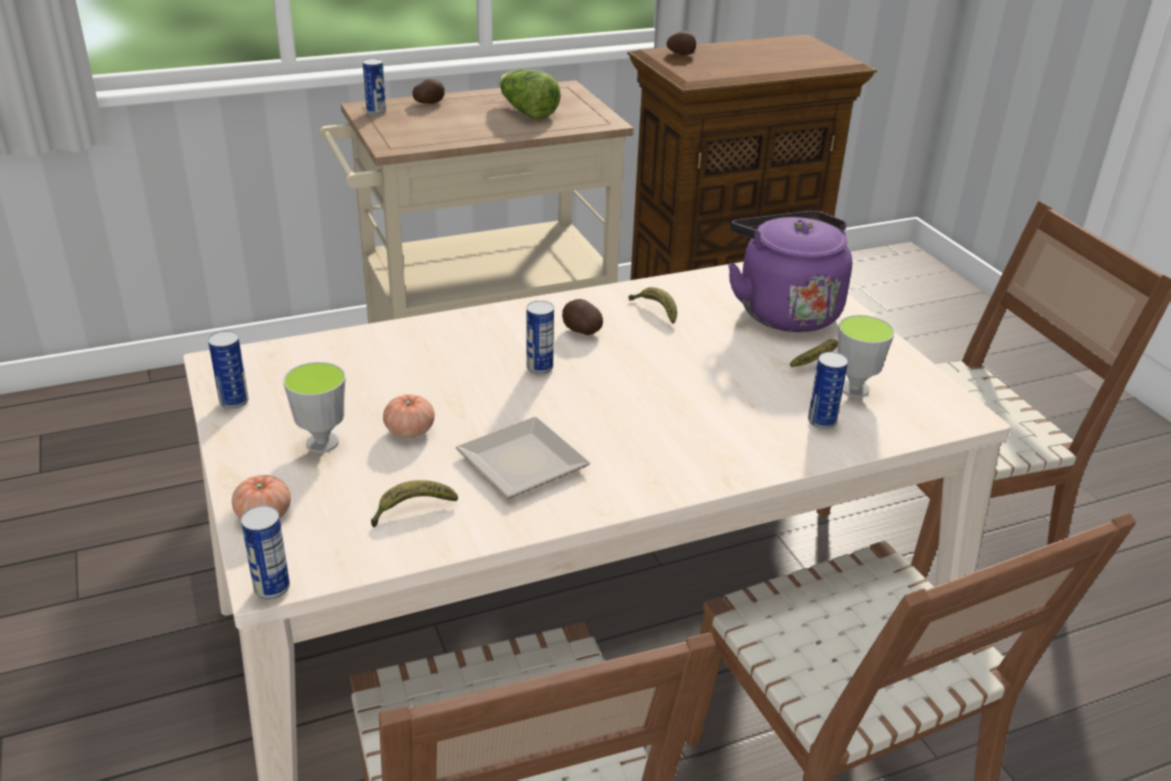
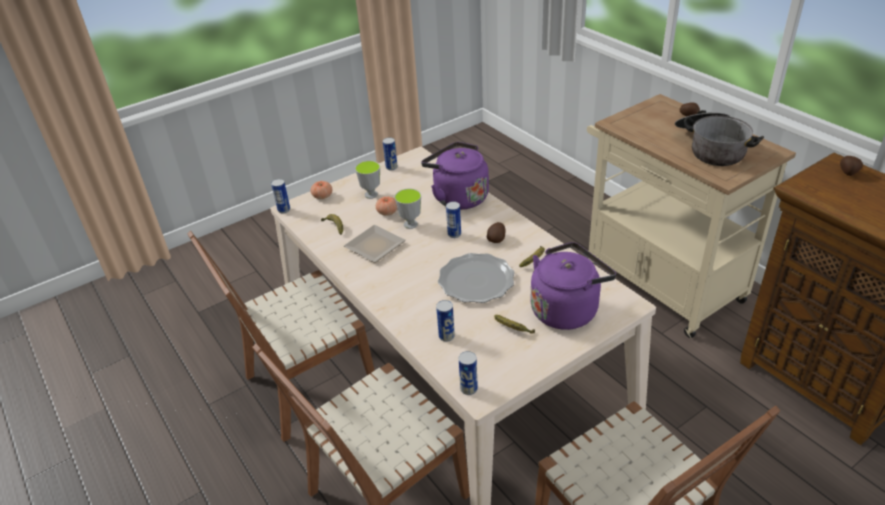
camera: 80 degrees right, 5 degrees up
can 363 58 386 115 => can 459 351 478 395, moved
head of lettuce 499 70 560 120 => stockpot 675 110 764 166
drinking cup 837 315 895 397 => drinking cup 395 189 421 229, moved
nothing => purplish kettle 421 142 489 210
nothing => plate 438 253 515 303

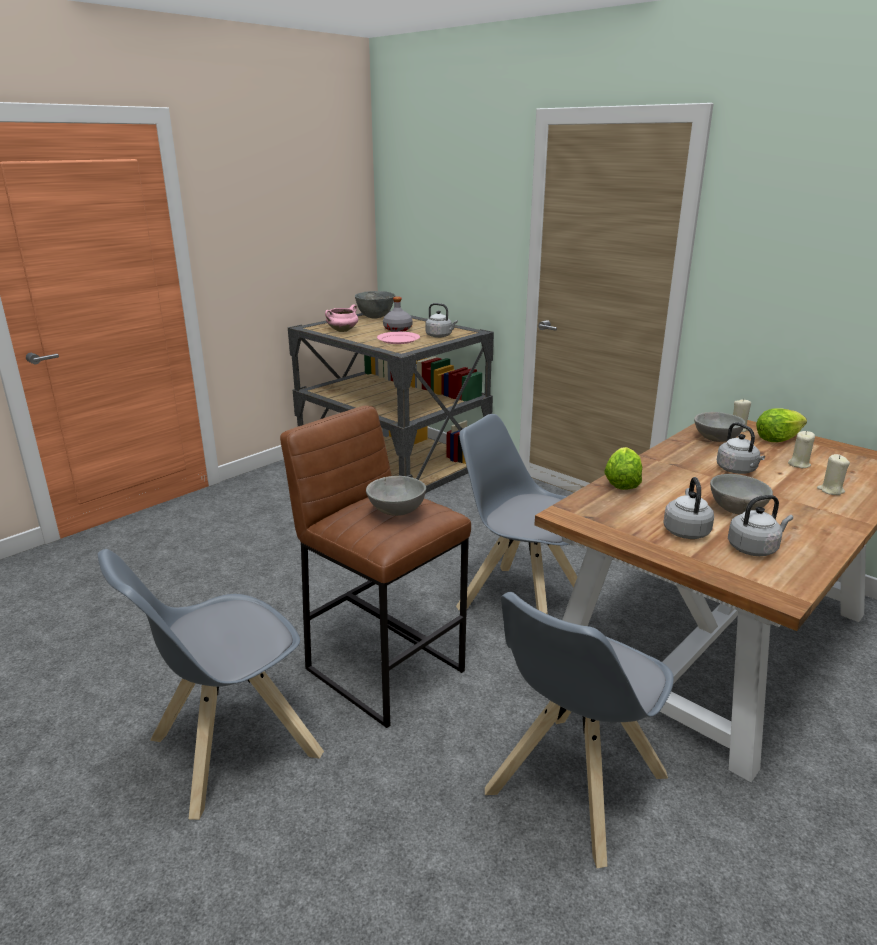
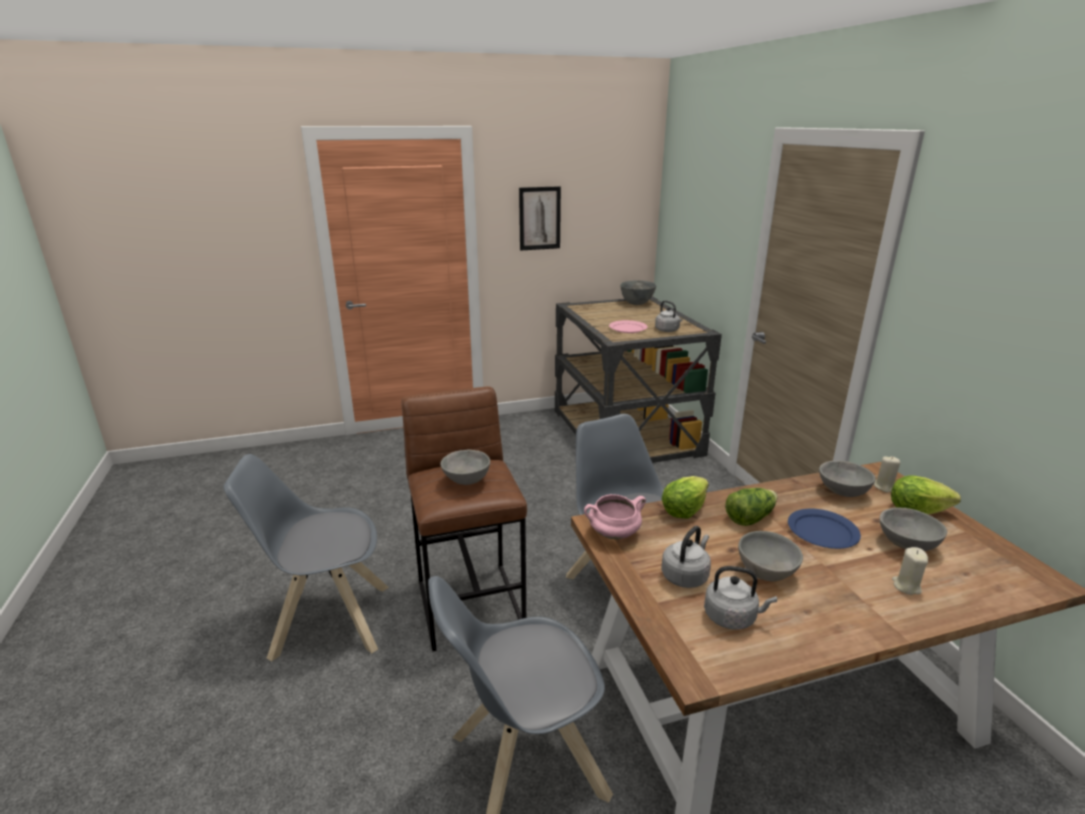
camera: 30 degrees right, 0 degrees up
pink stockpot 325 304 358 332 => pink stockpot 584 494 646 540, moved
grey bottle 383 297 413 332 => nothing
grey kettle 717 422 765 474 => blue plate 788 509 861 549
beige wax candle 788 431 815 468 => grey bowl 879 508 947 551
nothing => wall art 519 186 561 251
nothing => head of lettuce 725 488 777 526

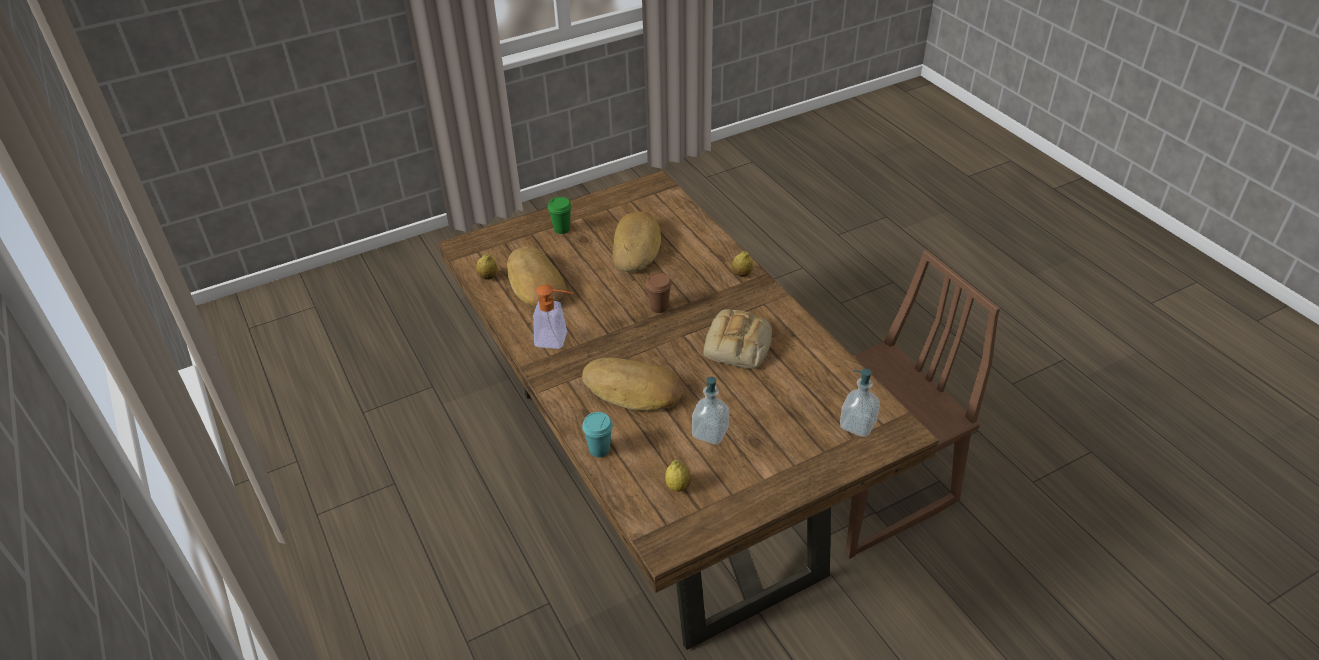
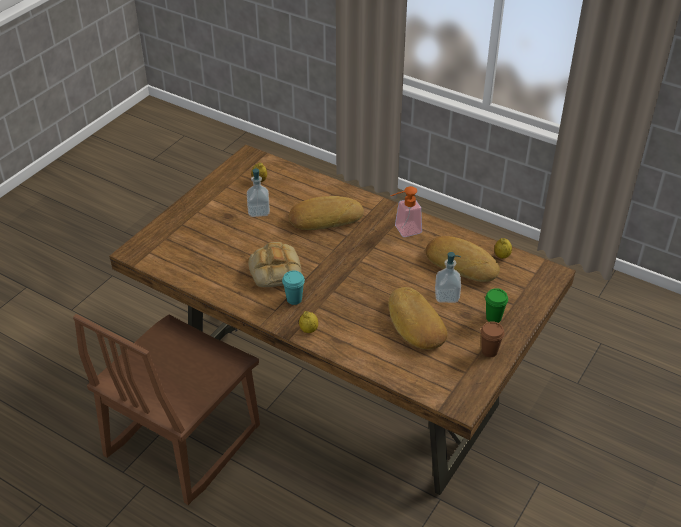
camera: 150 degrees right, 0 degrees up
turquoise drinking cup 582 412 613 457 => turquoise drinking cup 282 271 305 305, moved
brown drinking cup 645 273 672 313 => brown drinking cup 481 321 505 357, moved
liquid soap bottle 840 369 880 437 => liquid soap bottle 435 252 461 303, moved

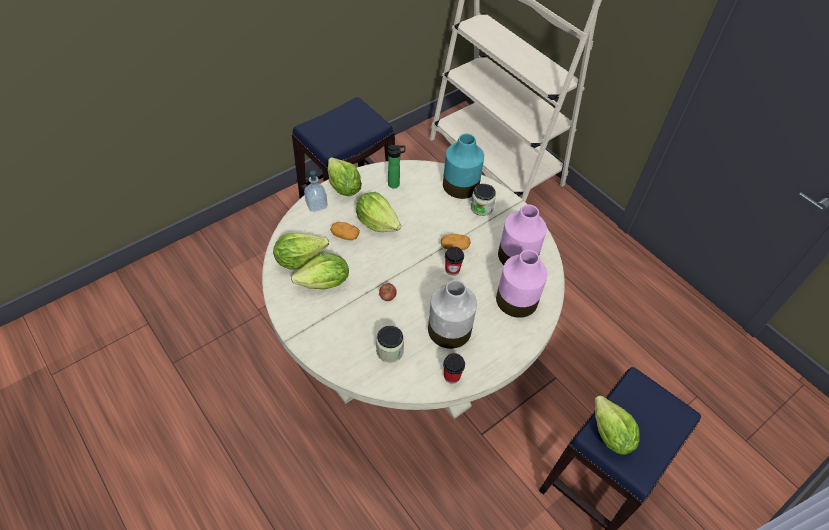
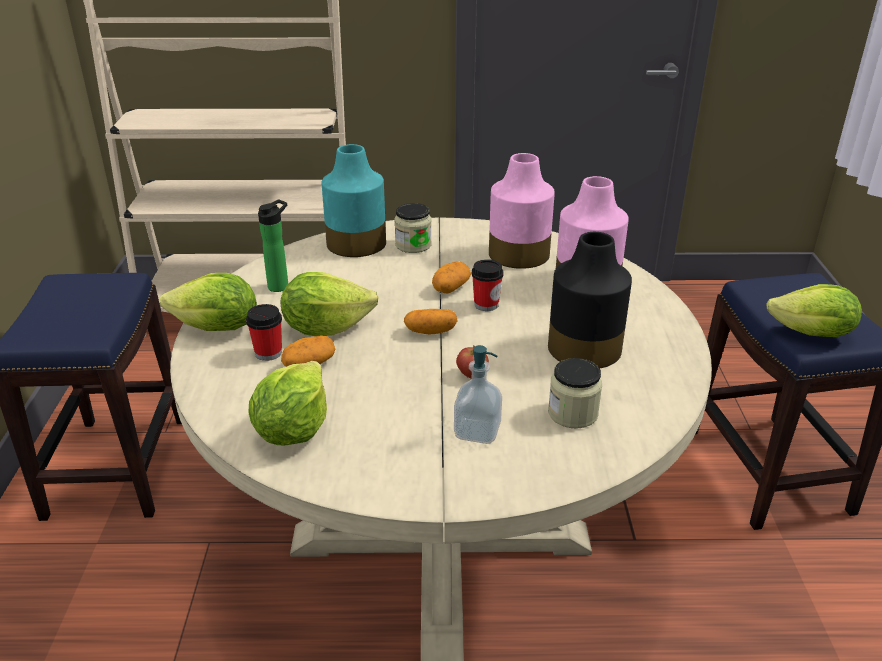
camera: 50 degrees left, 20 degrees down
head of lettuce 291 253 349 289 => nothing
liquid soap bottle 304 171 327 212 => liquid soap bottle 454 345 502 444, moved
beige vase 428 280 477 349 => black-coloured vase 548 232 632 369
drinking cup 443 353 465 384 => drinking cup 246 304 282 361, moved
nothing => whole potato 404 309 457 335

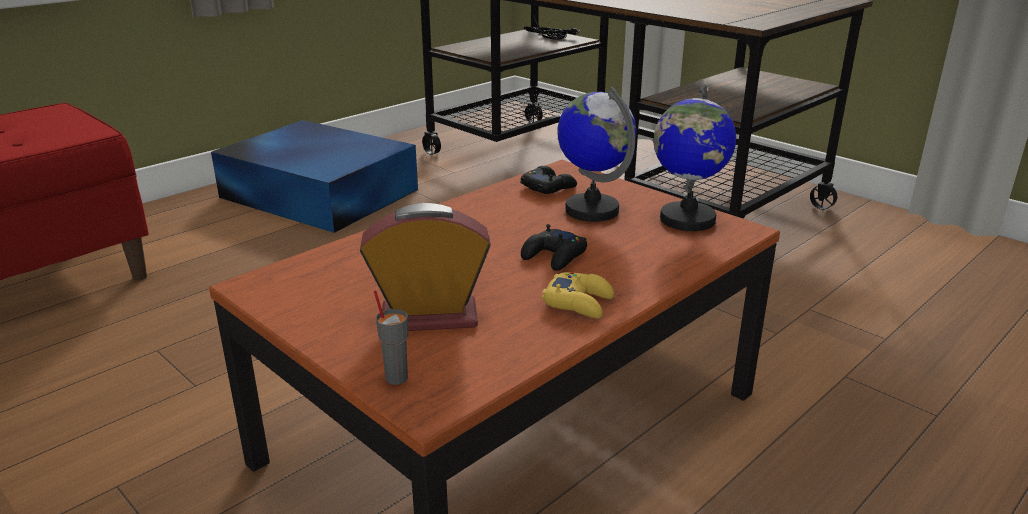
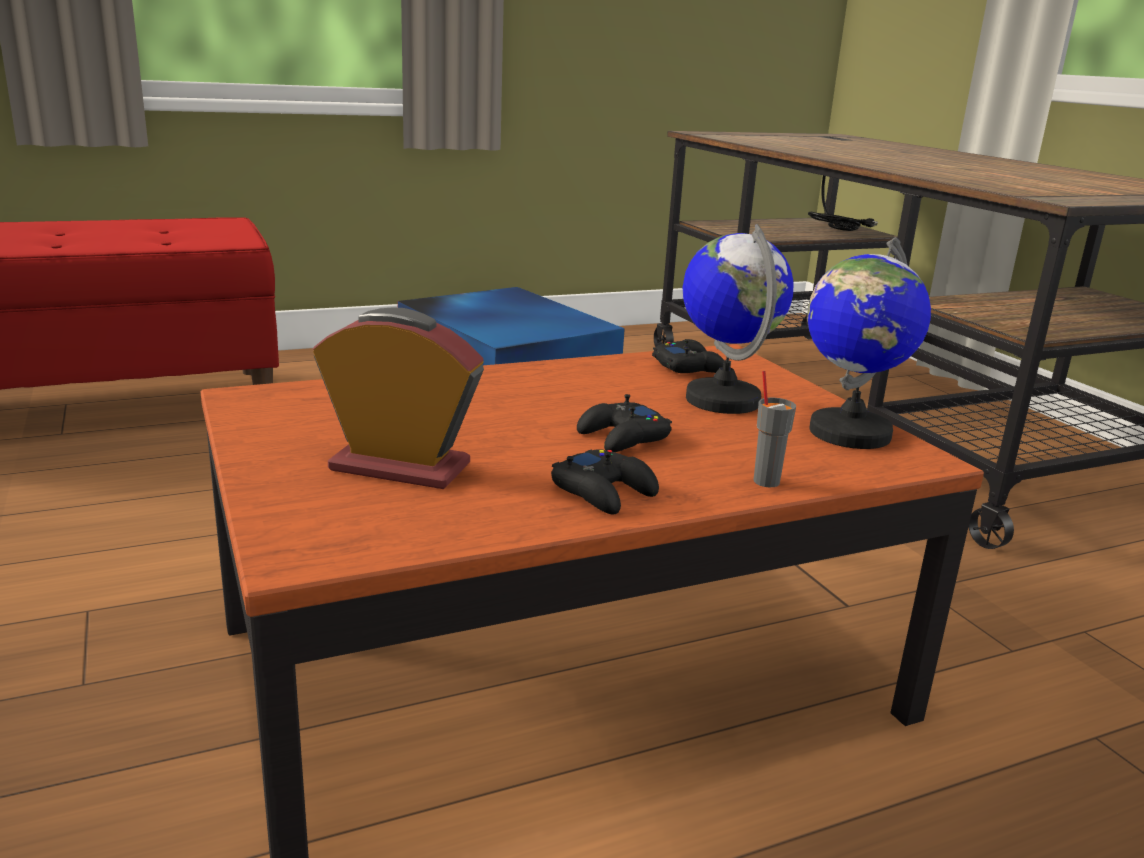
camera: 20 degrees right, 5 degrees down
grey drinking cup 374 290 408 385 => grey drinking cup 754 371 796 487, moved
yellowish joypad 542 272 614 319 => black-coloured joypad 551 449 659 515

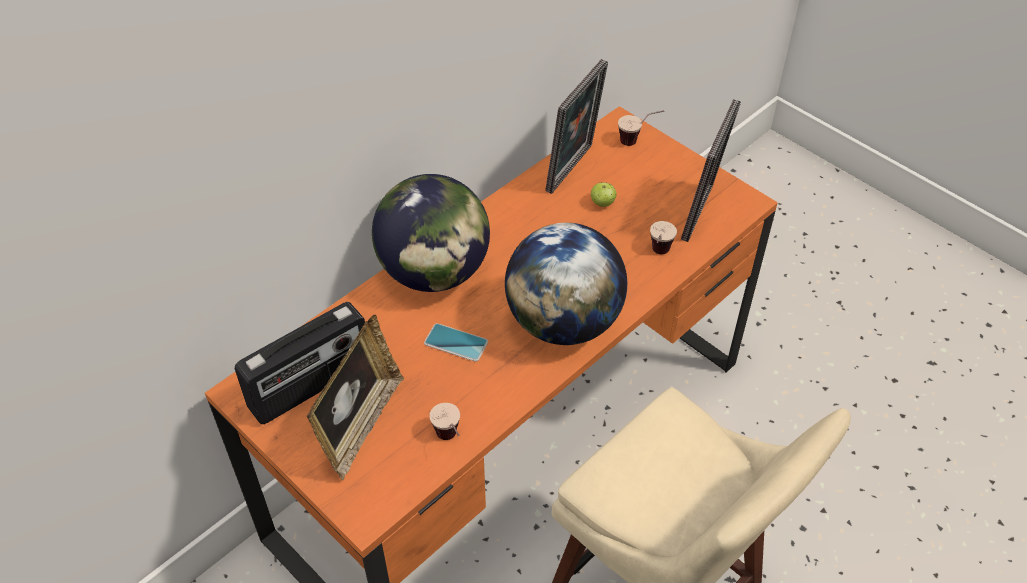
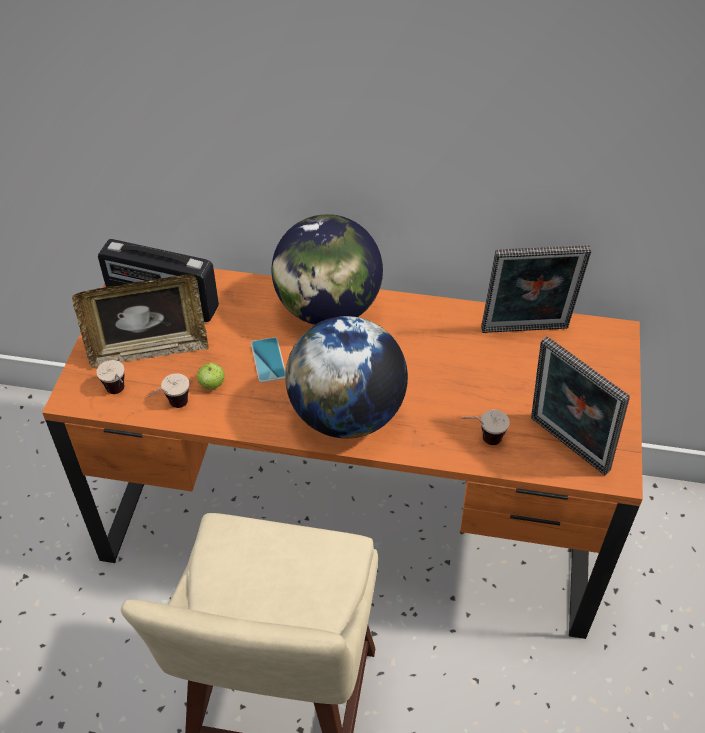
camera: 55 degrees right, 0 degrees up
whole apple 591 182 617 207 => whole apple 197 363 225 389, moved
drinking cup 618 110 664 146 => drinking cup 96 360 124 394, moved
photo frame 681 99 741 242 => photo frame 531 337 630 475, 60 degrees clockwise

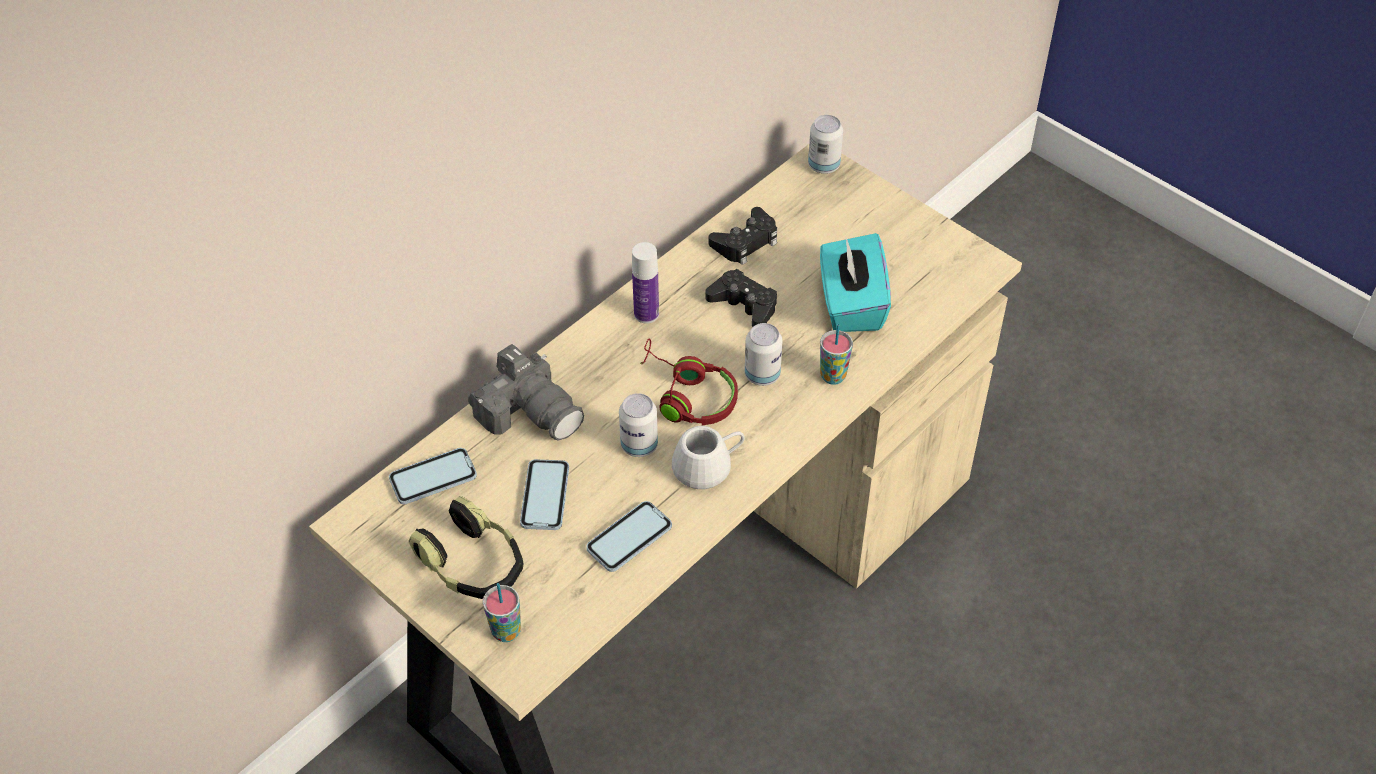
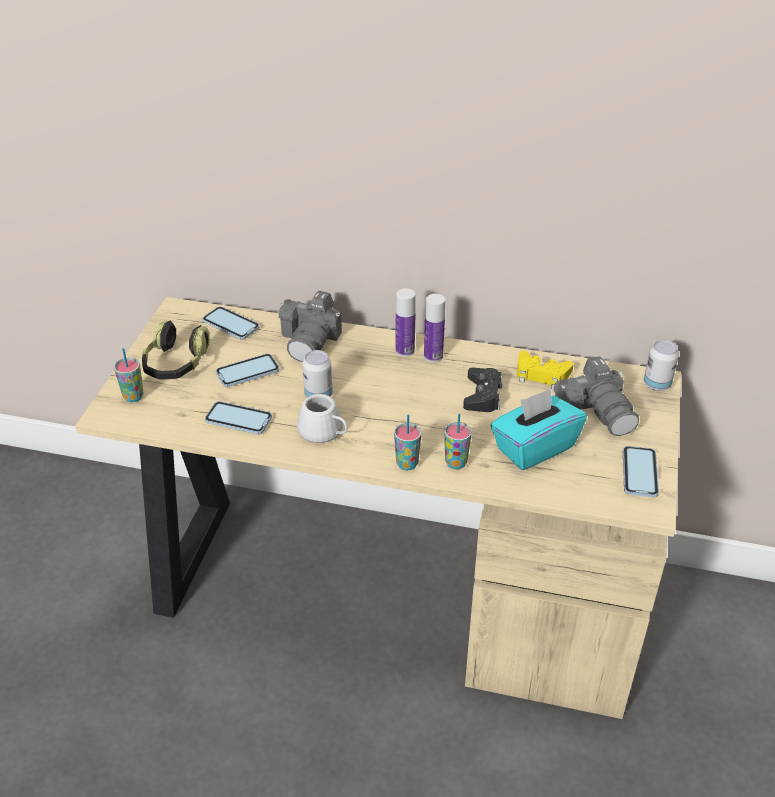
camera: 60 degrees right, 10 degrees down
reddish headphones 640 338 738 425 => nothing
black-coloured joypad 709 207 777 265 => yellowish joypad 517 351 573 389
can 745 323 783 386 => nothing
nothing => drinking cup 394 414 422 470
nothing => bottle 395 288 416 357
nothing => still camera 554 356 639 436
nothing => phone 623 446 659 497

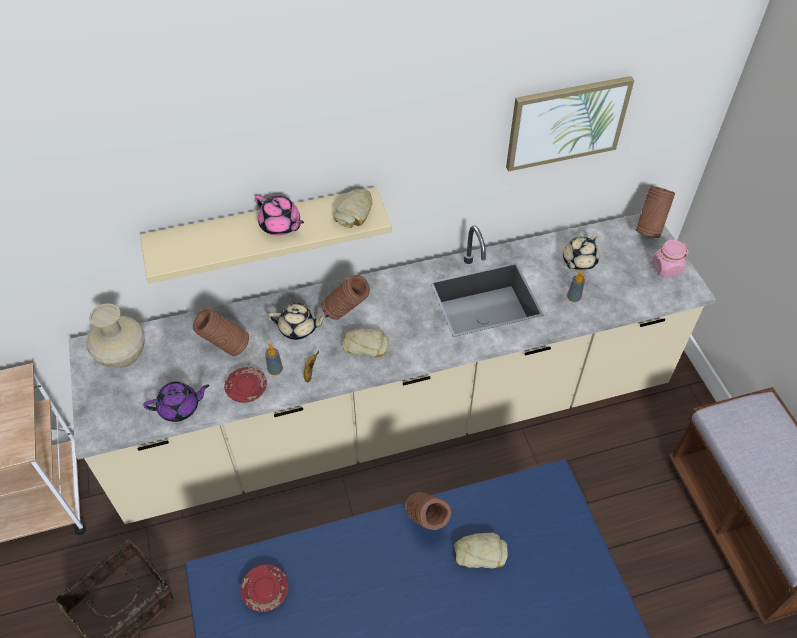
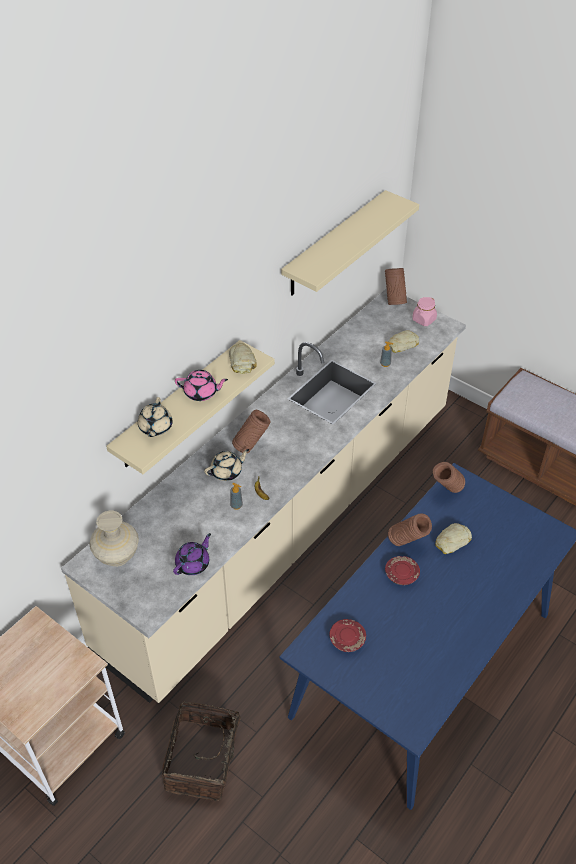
camera: 35 degrees left, 5 degrees down
brown vase 193 309 249 356 => brown vase 433 462 465 493, moved
reddish plate 224 367 267 403 => reddish plate 385 556 420 585, moved
baked bread 343 328 389 357 => baked bread 388 330 419 353, moved
wall art 506 76 634 171 => beige wall shelf 281 190 419 295
beige teapot 563 234 599 271 => beige teapot 138 397 173 437, moved

